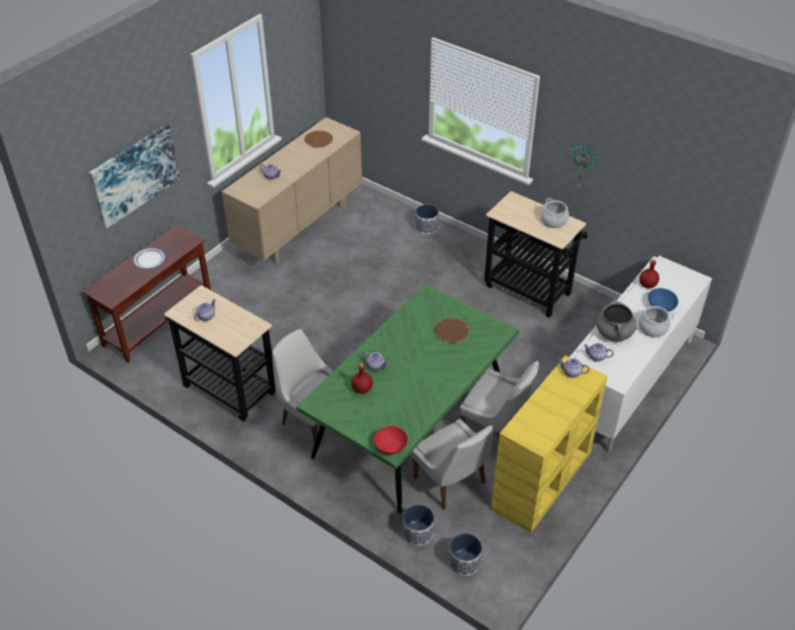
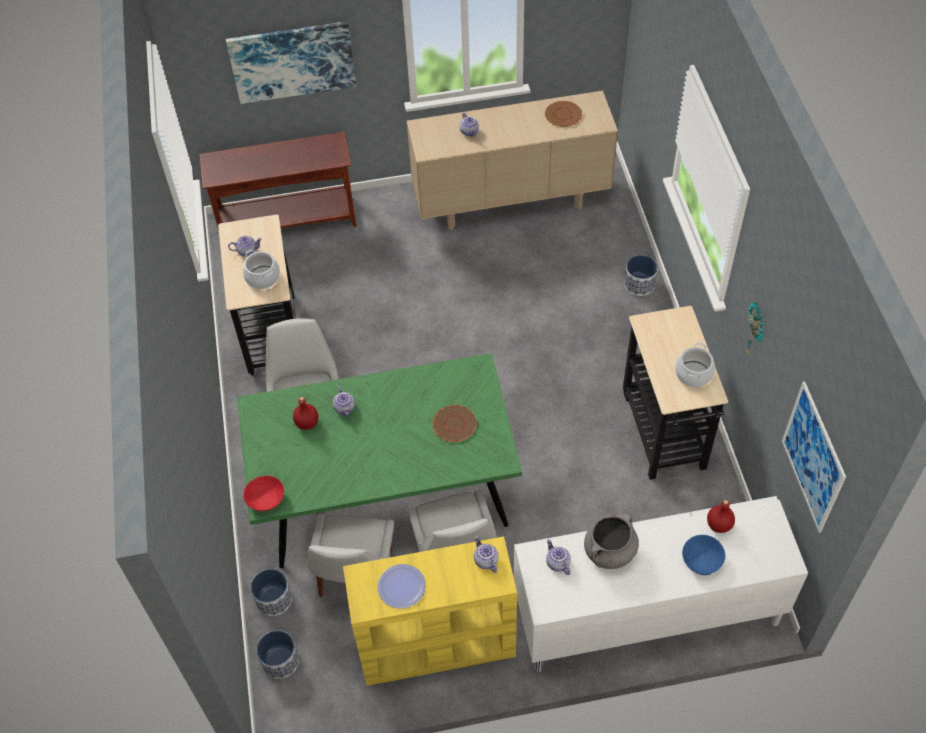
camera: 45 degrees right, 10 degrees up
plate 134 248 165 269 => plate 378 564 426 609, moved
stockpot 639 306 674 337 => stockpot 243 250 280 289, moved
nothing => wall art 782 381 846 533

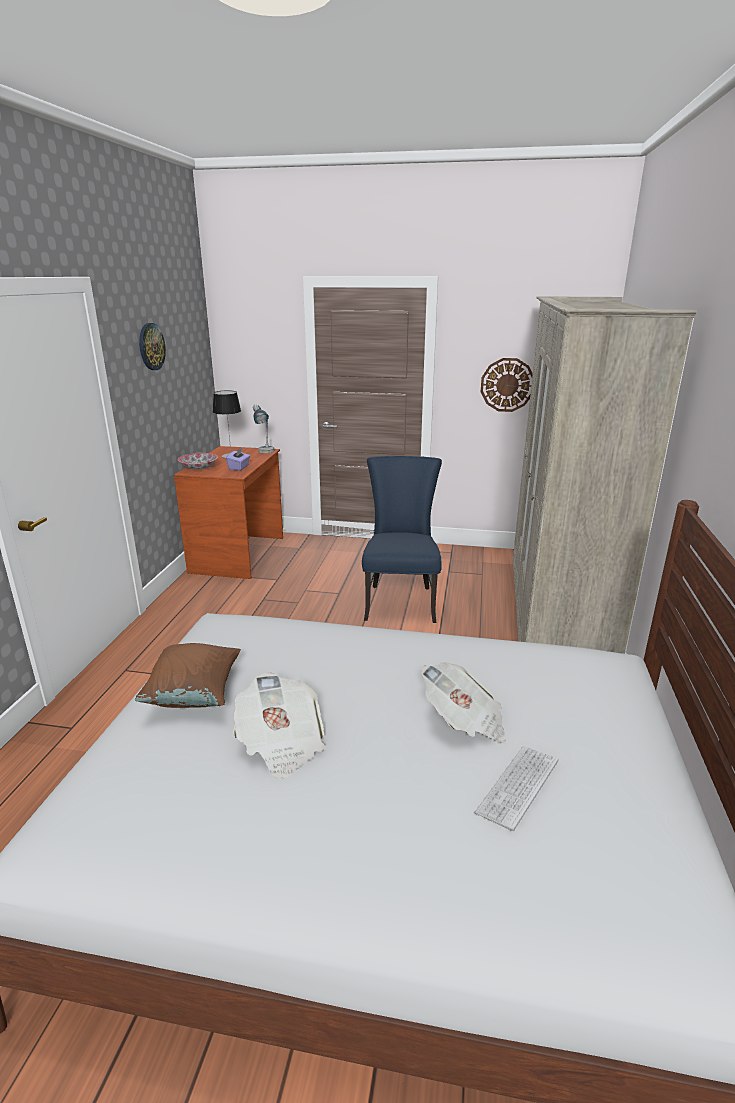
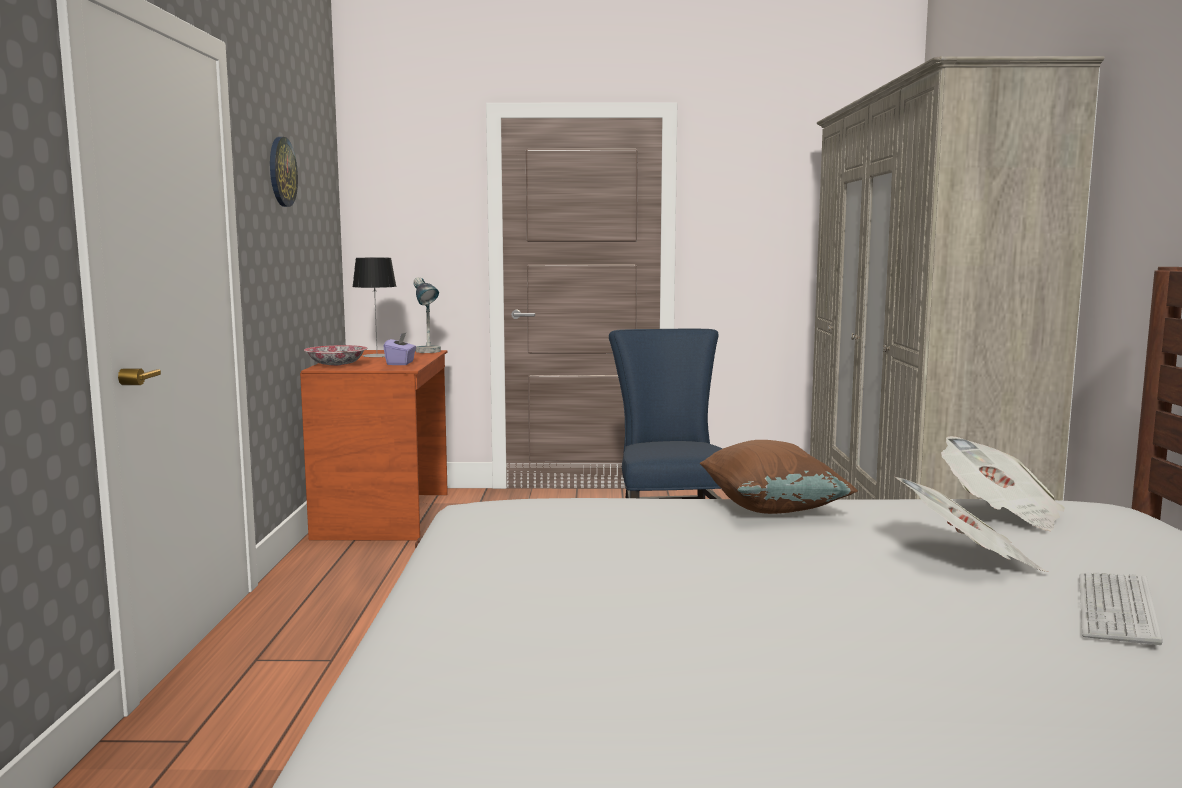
camera: 10 degrees left, 15 degrees down
brown pillow 135 643 241 708 => brown pillow 700 440 858 514, moved
daily paper 233 673 325 779 => daily paper 941 436 1064 531, moved
hanging clock 481 358 533 412 => nothing

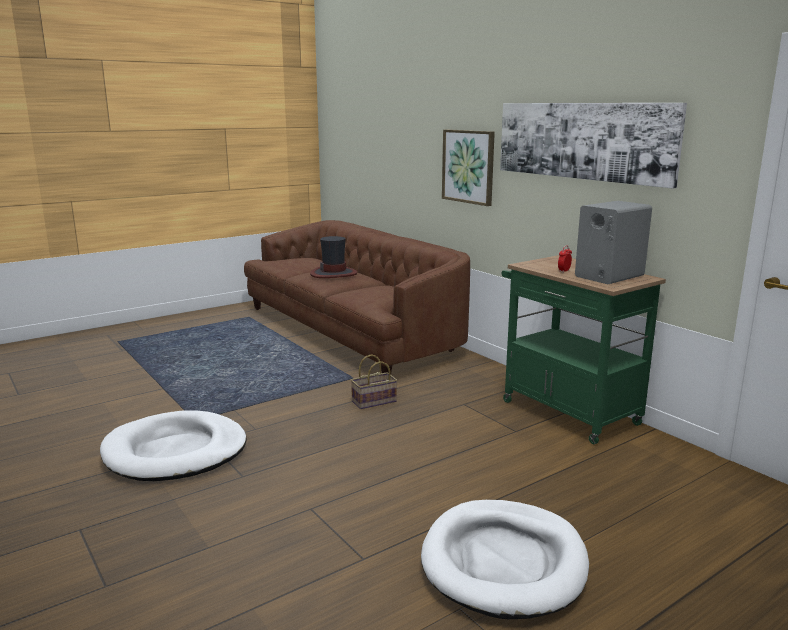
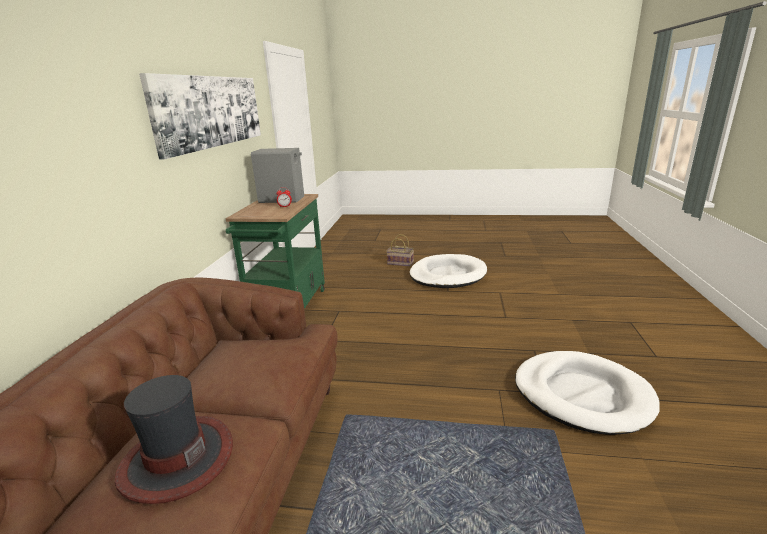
camera: 135 degrees left, 5 degrees up
storage basket 351 354 397 409 => storage basket 386 234 414 266, moved
wall art 442 129 495 206 => nothing

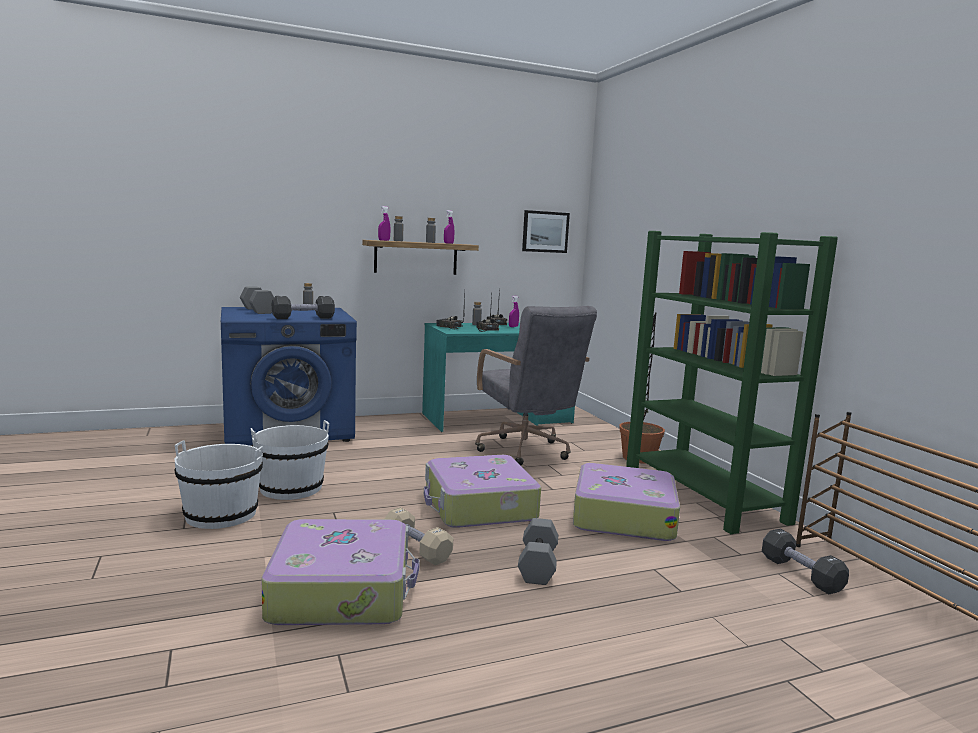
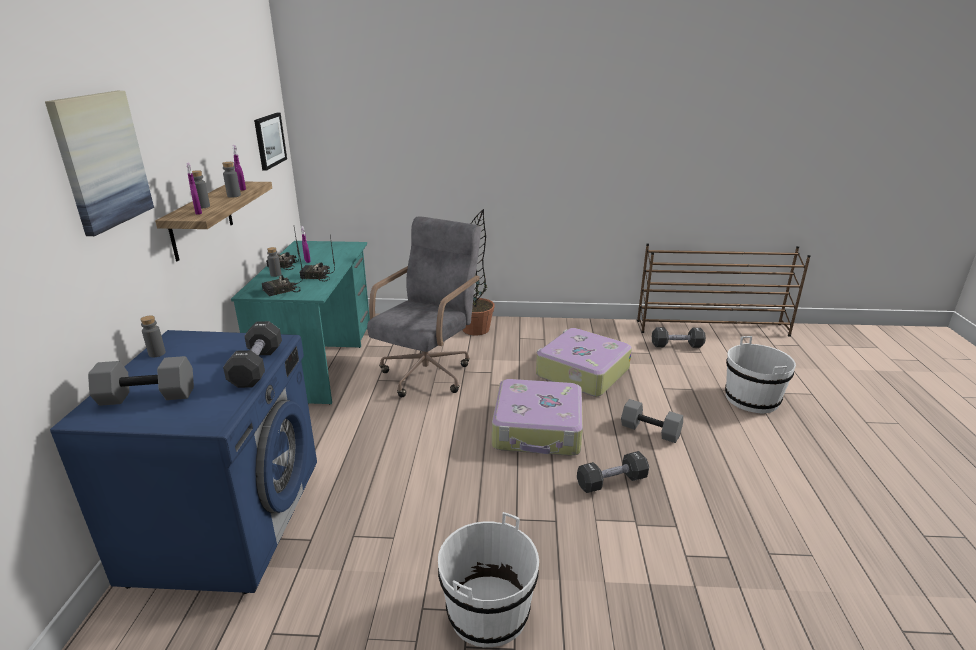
camera: 65 degrees left, 15 degrees up
white bucket 251 420 329 500 => white bucket 725 336 796 413, moved
piece of luggage 262 519 420 625 => nothing
beige hand weight 384 507 453 565 => black-coloured hand weight 577 451 649 493
grey desk chair 475 306 597 465 => grey desk chair 367 216 481 397, 60 degrees counterclockwise
green-coloured bookshelf 626 231 838 534 => nothing
nothing => wall art 45 91 154 236

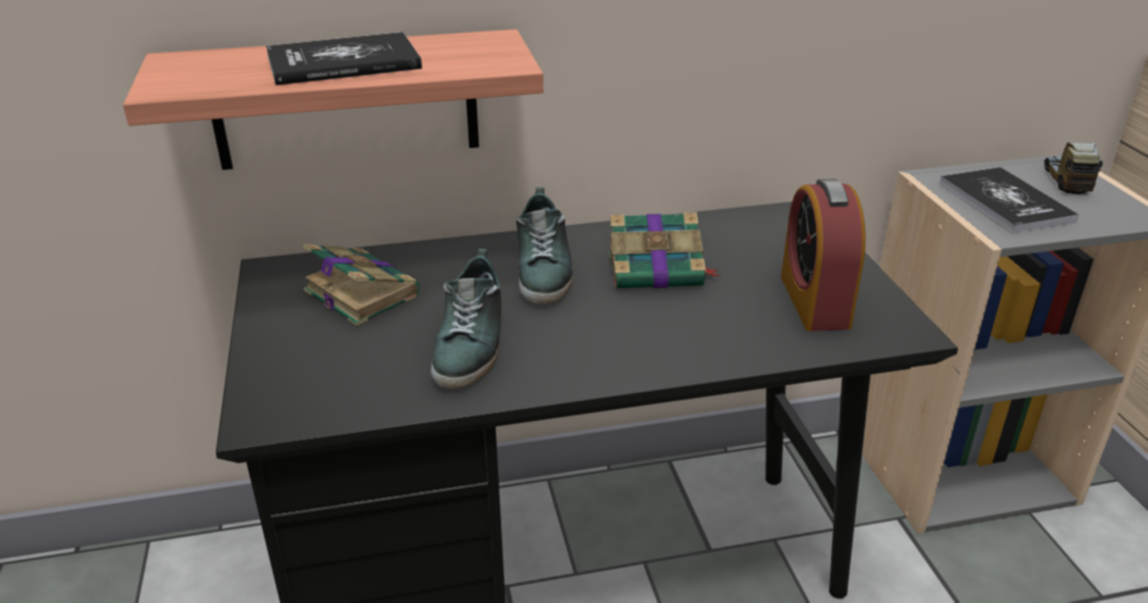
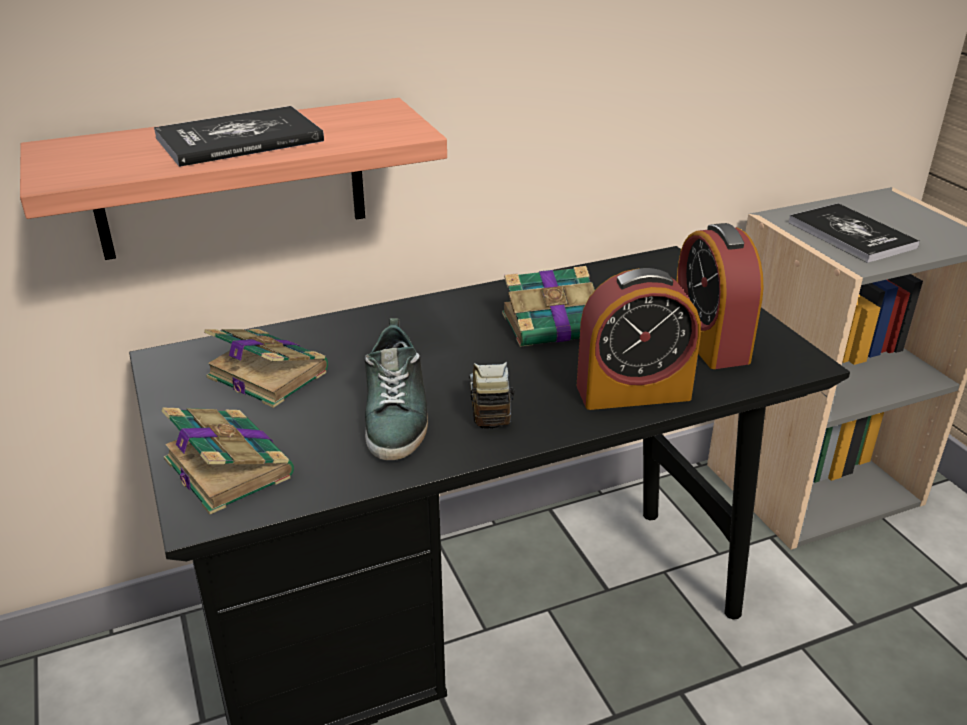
camera: 10 degrees left, 0 degrees up
item of footwear 516 187 573 304 => nothing
model truck 1044 142 1103 194 => model truck 469 362 514 429, moved
nothing => volume 162 407 294 515
nothing => alarm clock 577 268 701 410

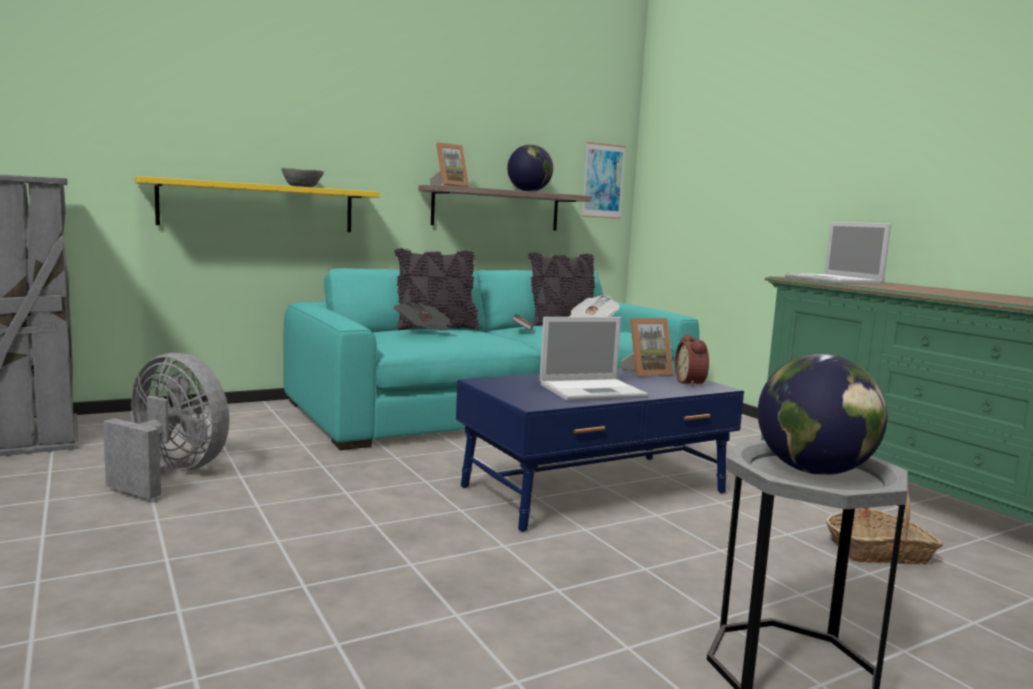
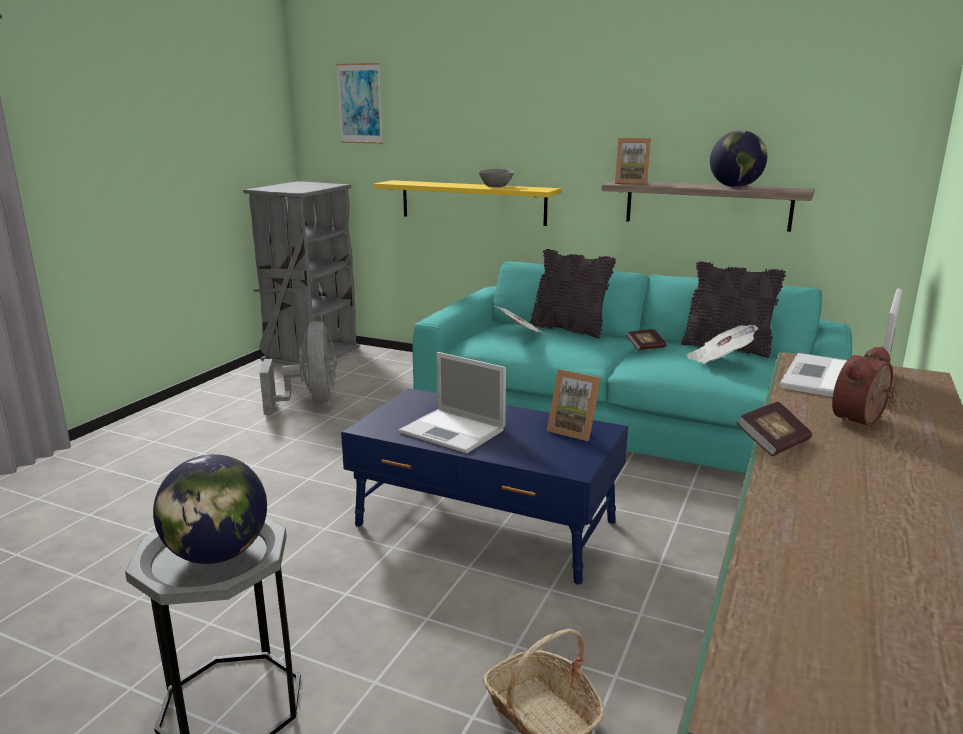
camera: 55 degrees right, 10 degrees up
wall art 582 142 626 219 => wall art 336 63 383 144, moved
alarm clock 675 334 709 387 => alarm clock 832 346 896 427, moved
nothing => volume 737 402 812 456

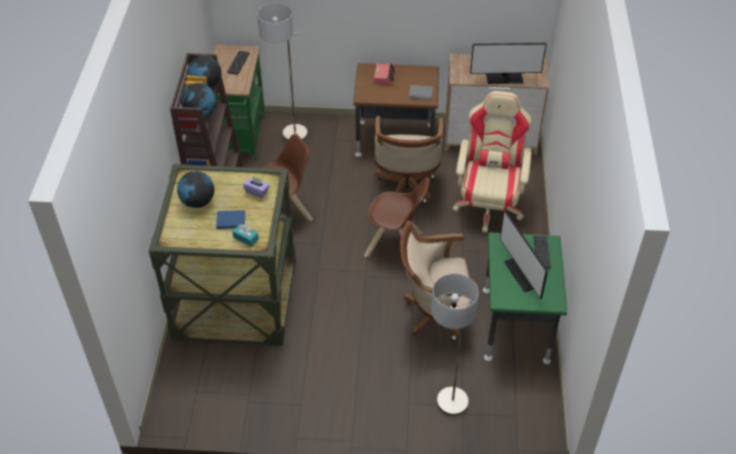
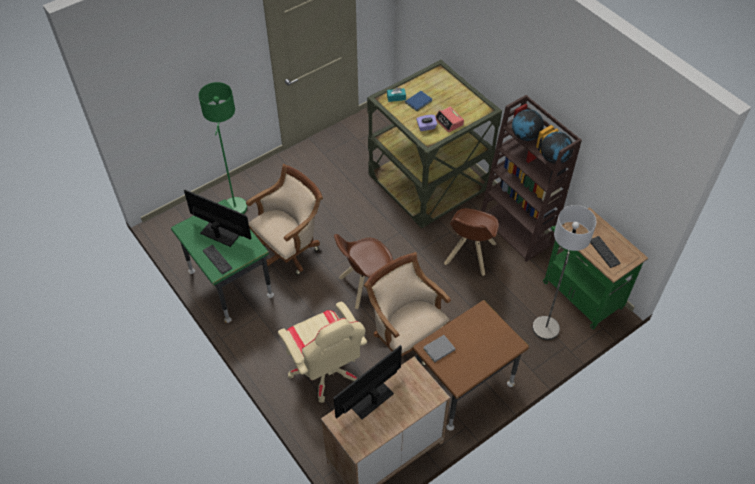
camera: 140 degrees right, 5 degrees up
globe 177 171 214 208 => nothing
alarm clock 374 63 396 85 => alarm clock 435 106 464 132, moved
grey standard lamp 431 274 479 416 => green-coloured standard lamp 199 82 247 214

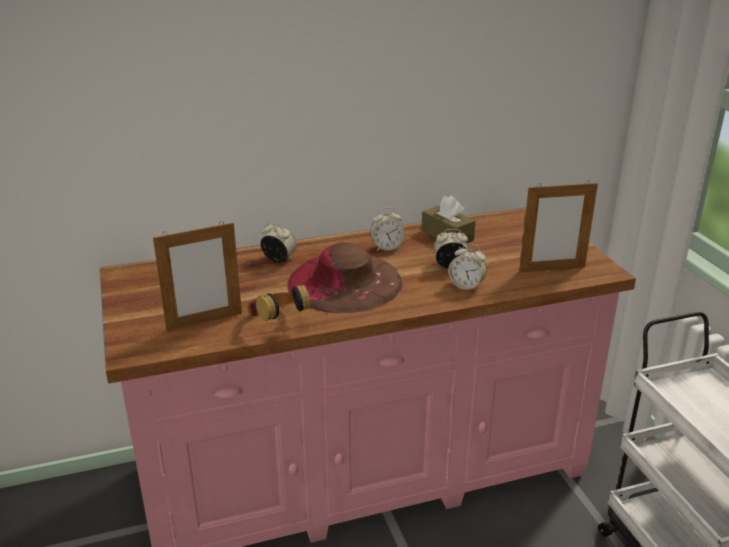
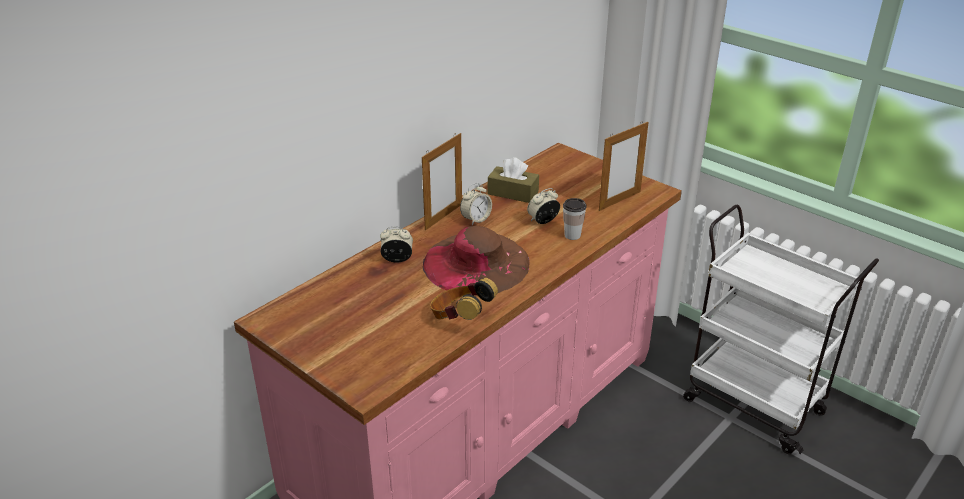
camera: 30 degrees left, 5 degrees up
photo frame 153 221 242 331 => photo frame 422 133 462 231, moved
alarm clock 448 243 487 292 => drinking cup 563 198 587 240

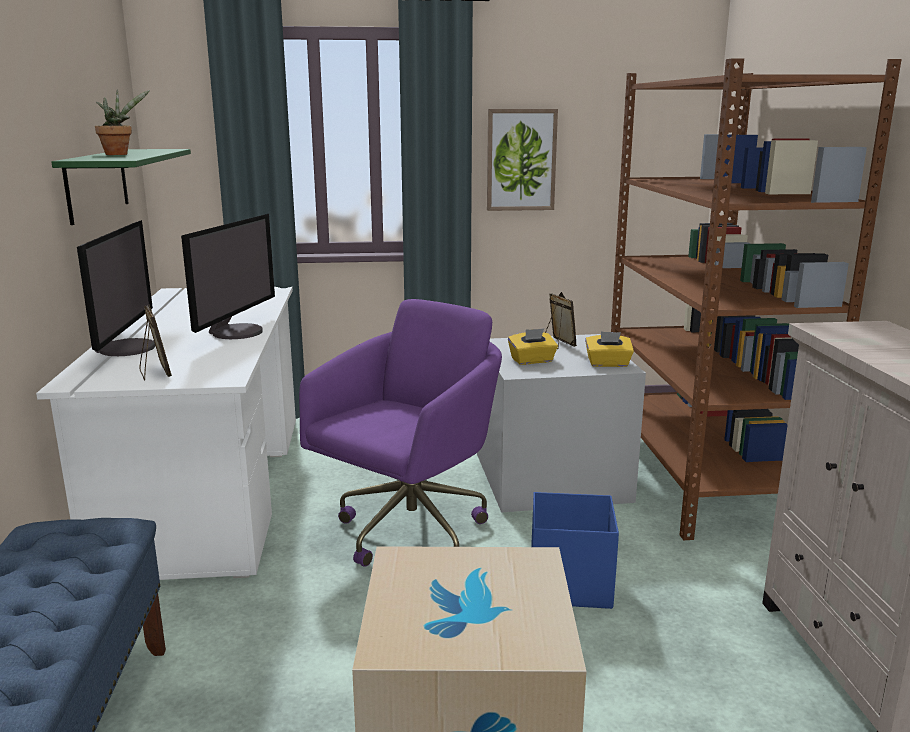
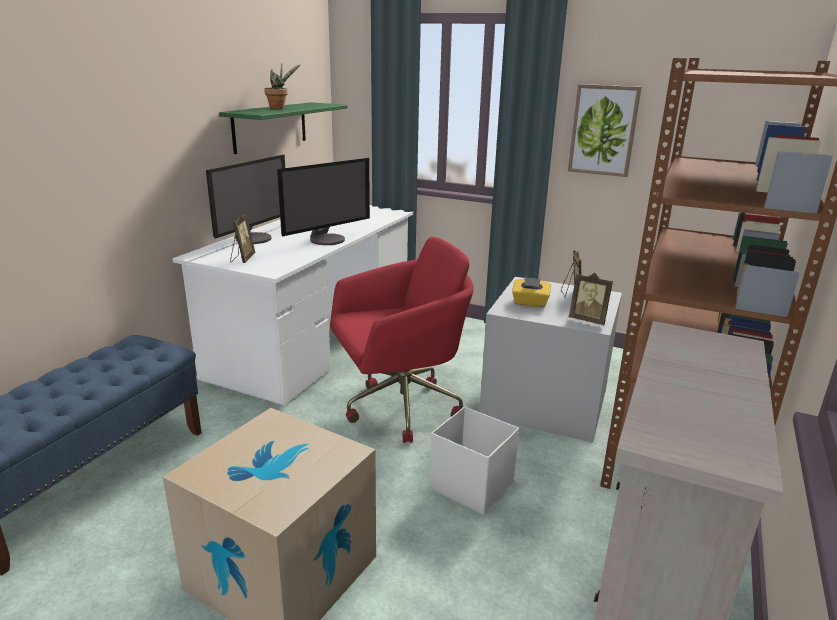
camera: 30 degrees right, 5 degrees up
purplish desk chair 299 299 502 567 => reddish desk chair 330 237 474 443
blue storage box 531 492 619 609 => white storage box 429 407 519 515
yellowish tissue holder 585 331 634 367 => photo frame 569 273 613 325

